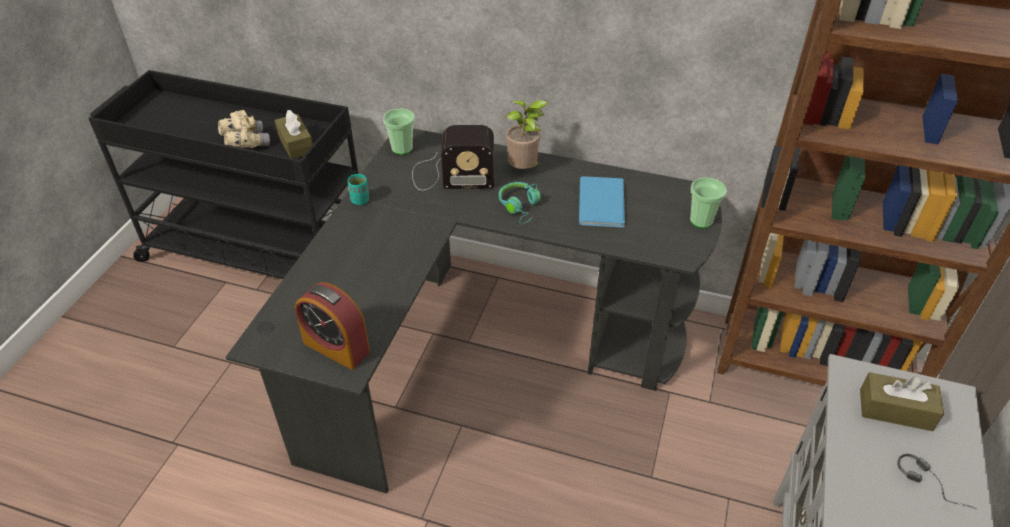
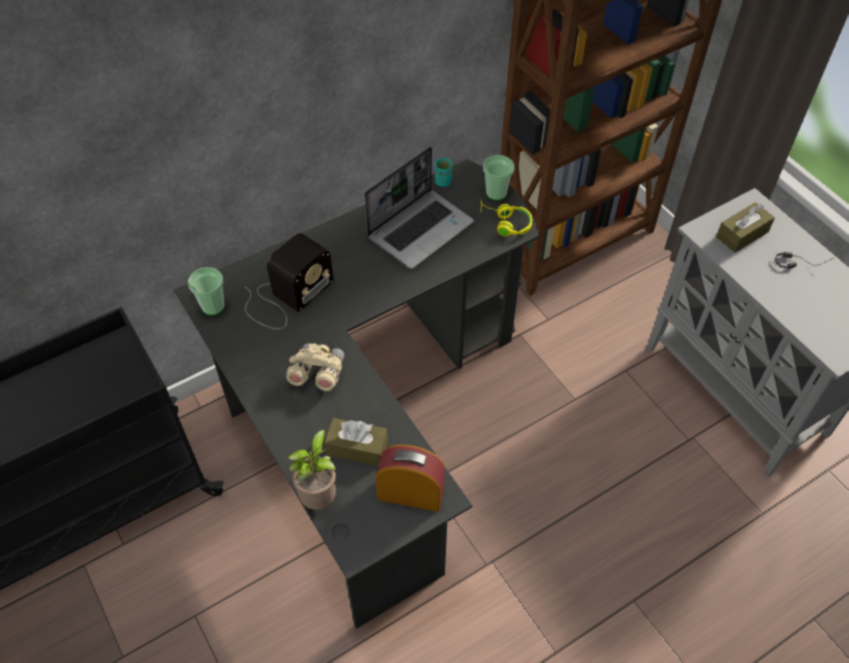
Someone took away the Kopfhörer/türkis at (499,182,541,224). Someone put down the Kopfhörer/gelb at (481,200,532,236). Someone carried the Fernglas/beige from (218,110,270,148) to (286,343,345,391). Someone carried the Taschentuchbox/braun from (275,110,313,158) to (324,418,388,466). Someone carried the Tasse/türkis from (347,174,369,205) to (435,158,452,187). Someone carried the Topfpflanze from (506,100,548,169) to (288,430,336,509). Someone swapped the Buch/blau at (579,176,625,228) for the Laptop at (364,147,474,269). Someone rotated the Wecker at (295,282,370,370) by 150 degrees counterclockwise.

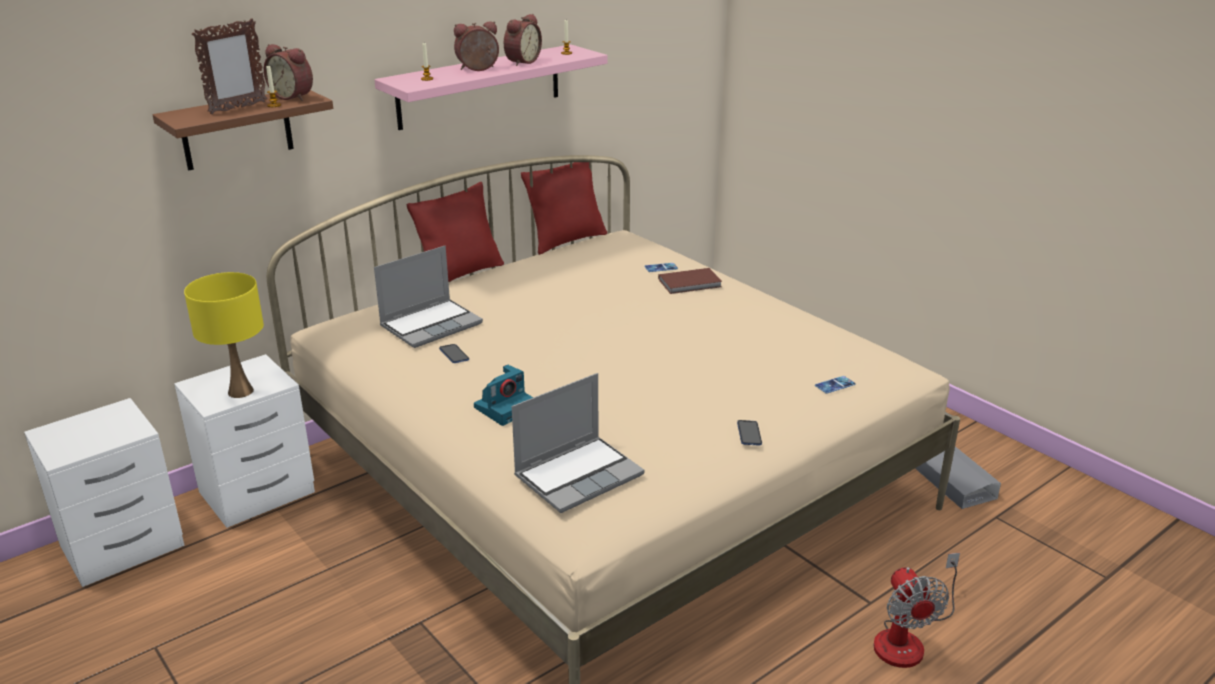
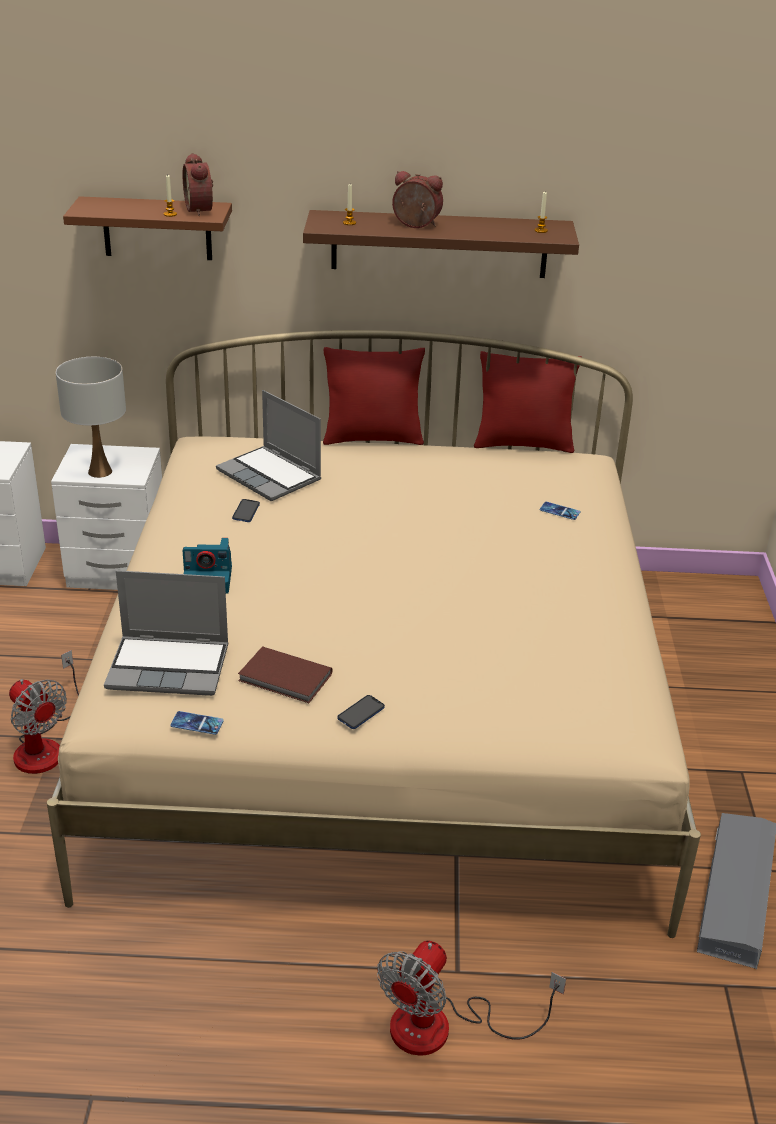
Someone took away the Bilderrahmen at (192,19,267,114). Someone took away the Wecker at (504,14,542,66). Someone put down the Ventilator at (9,650,79,774). Someone carried the Buch/braun from (658,268,722,294) to (238,646,332,703). Someone carried the Handy from (815,376,856,394) to (170,711,224,735). Someone repainted the Tischlampe/gelb at (184,272,264,398), which became the Tischlampe/weiß at (56,357,126,478). Someone repainted the Wandregal/rosa at (374,44,607,130), which became the Wandregal/braun at (303,210,579,278). Someone rotated the Laptop at (374,246,483,348) by 45 degrees clockwise.

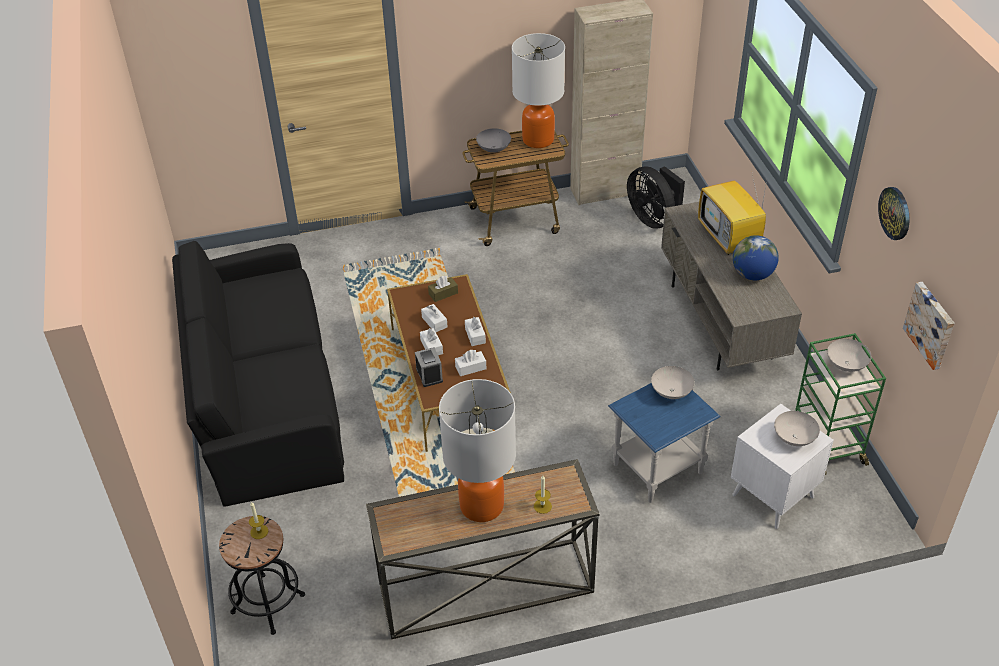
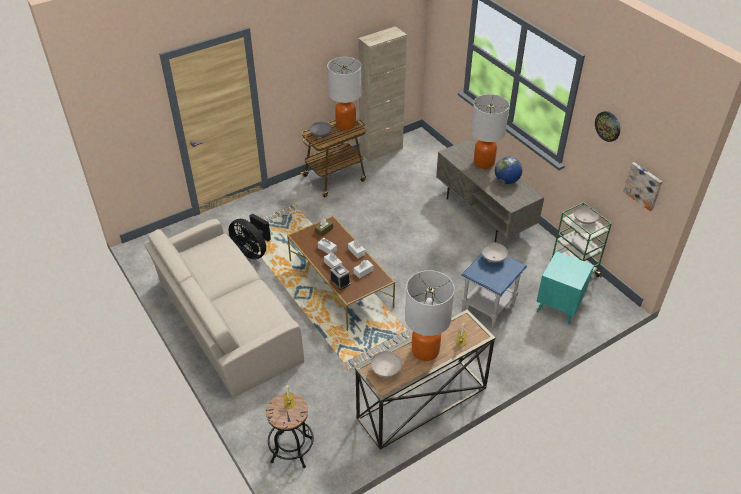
Someone carried the Ventilator/schwarz from (627,166,685,229) to (228,213,271,260). Someone carried the Schüssel/weiß from (774,411,820,446) to (371,351,402,377). Someone swapped the Fernseher at (698,174,767,255) for the Tischlampe at (471,94,509,169). Someone repainted the Sofa/schwarz at (172,241,344,507), which became the Sofa/beige at (144,219,304,397). Someone repainted the Beistelltisch/weiß at (731,404,834,529), which became the Beistelltisch/türkis at (536,251,594,325).

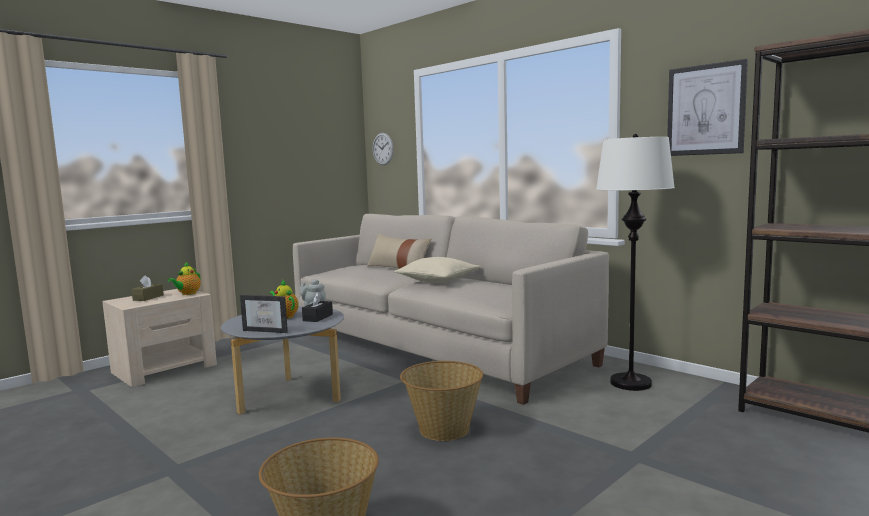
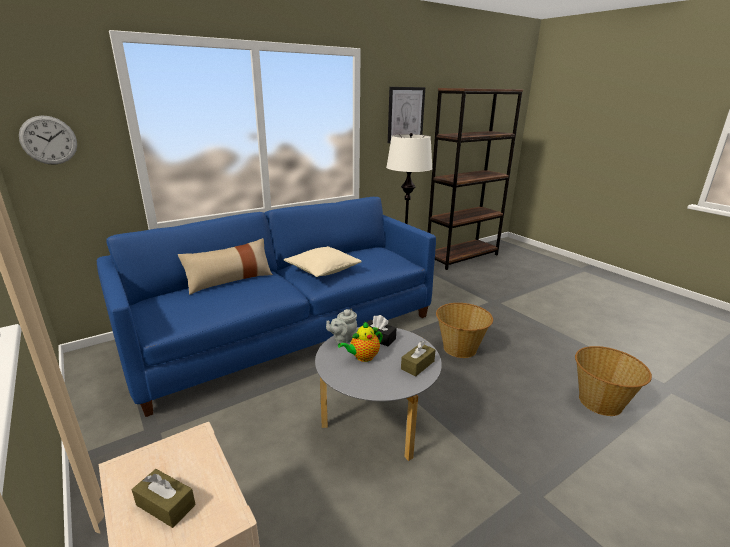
Someone took away the Teekanne at (168,262,201,295). Someone swapped the Bilderrahmen at (240,295,288,333) for the Taschentuchbox/braun at (401,340,435,377). Someone repainted the Sofa/beige at (293,214,609,405), which became the Sofa/blau at (97,197,436,417).

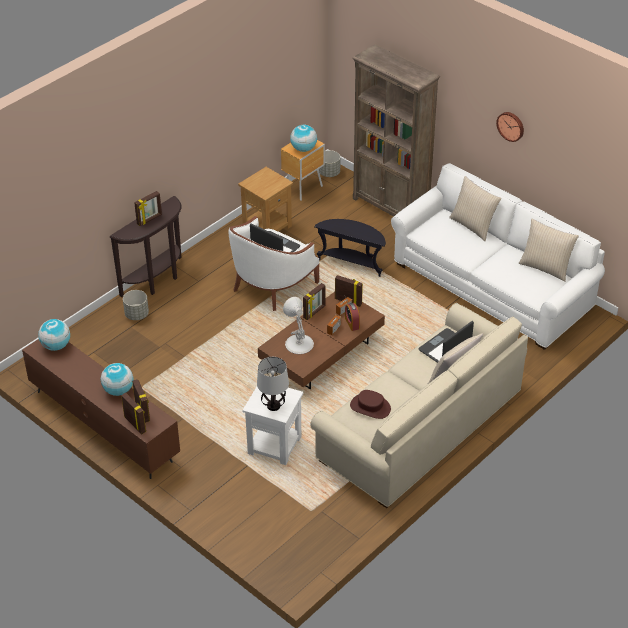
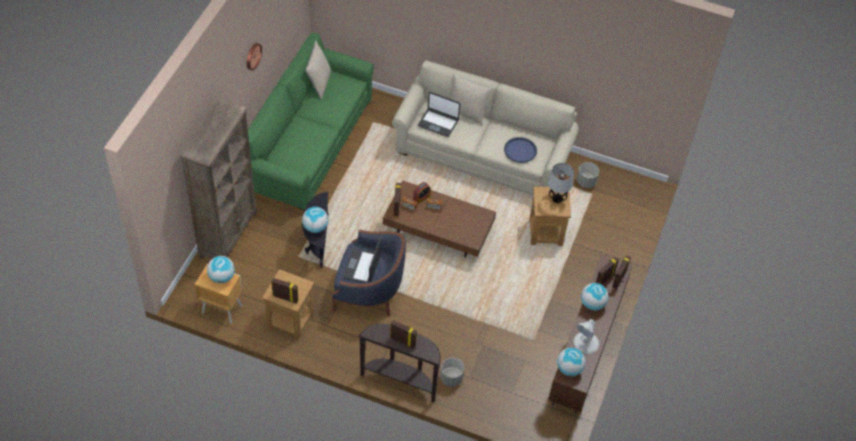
Someone took away the Kissen/beige at (449,176,501,241). Someone put down the Globus at (302,207,328,233). Someone carried the Tischlampe/weiß from (283,297,314,354) to (573,319,599,354). Someone carried the Bilderrahmen from (303,283,325,320) to (271,278,298,304). Someone carried the Pflanzkübel/grau from (319,150,340,177) to (577,162,599,188). Someone swapped the Hut/braun at (350,390,391,419) for the Tablett/blau at (504,137,537,163). Someone repainted the Sessel/weiß at (229,216,319,311), which became the Sessel/blau at (332,229,406,317). Someone repainted the Beistelltisch/weiß at (242,387,303,465), which became the Beistelltisch/braun at (529,186,571,246). Someone repainted the Sofa/weiß at (391,163,605,350), which became the Sofa/grün at (248,32,374,210).

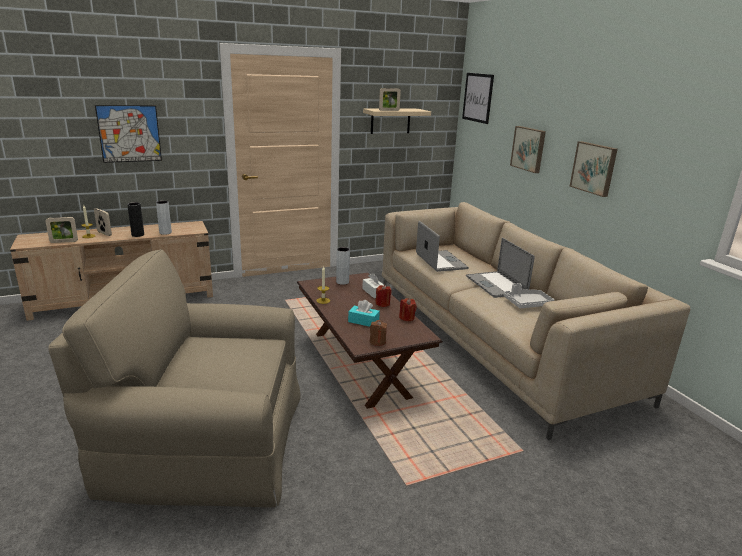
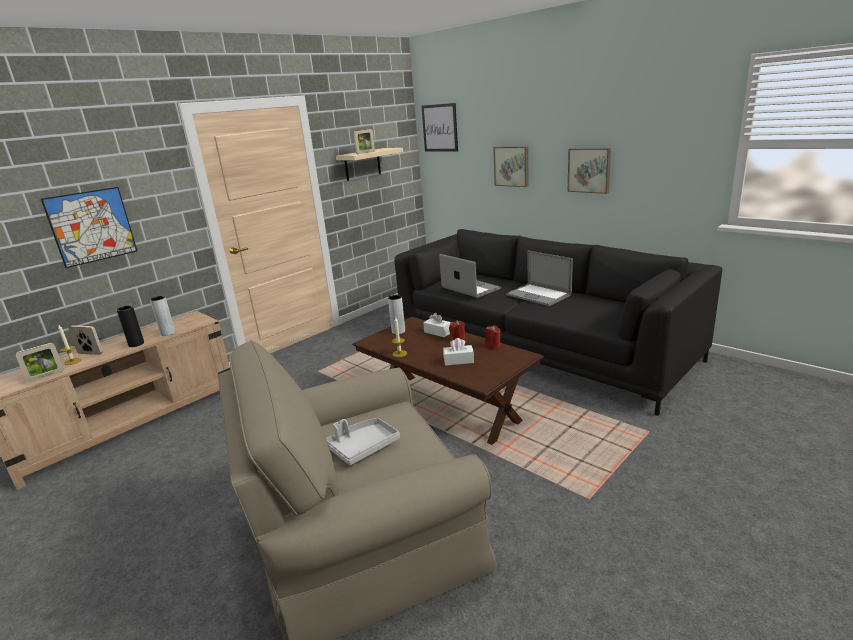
Someone took away the Kerze/braun at (370,320,387,346). Someone carried the Tablett/grau from (504,283,554,308) to (326,418,400,465). Someone repainted the Taschentuchbox/türkis at (348,300,380,327), which became the Taschentuchbox/weiß at (443,338,474,366). Someone repainted the Sofa/beige at (382,202,690,440), which became the Sofa/schwarz at (394,229,722,416).

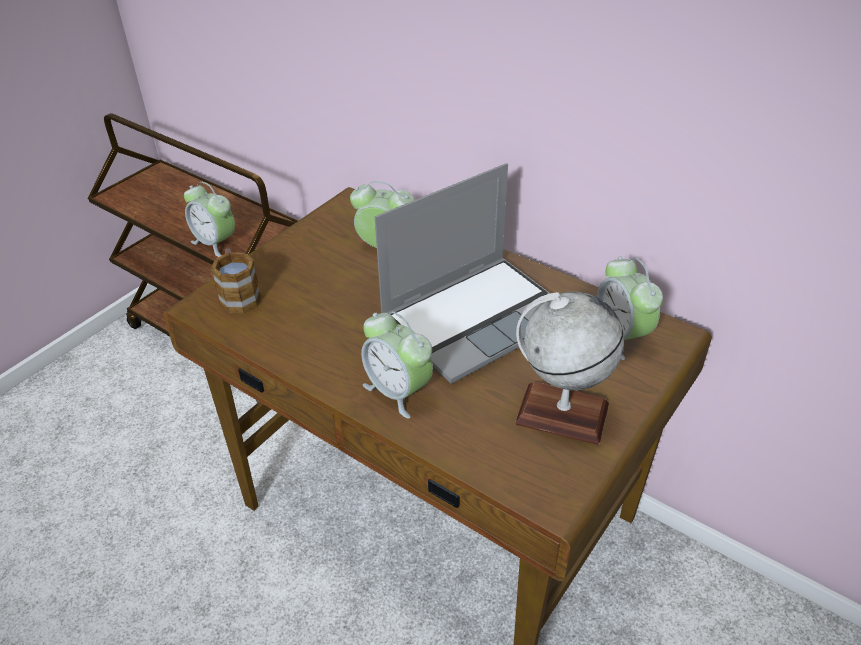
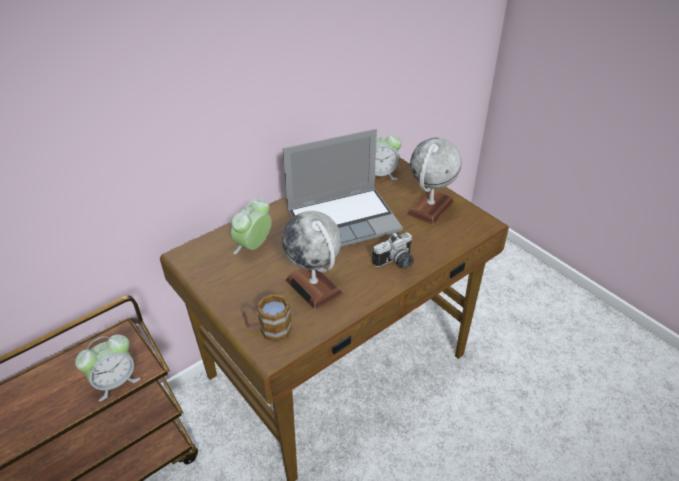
Someone put down the Globus at (282,211,343,309). Someone swapped the Wecker at (361,311,433,419) for the Kamera at (372,232,414,269). Someone rotated the Laptop at (375,163,551,384) by 90 degrees clockwise.

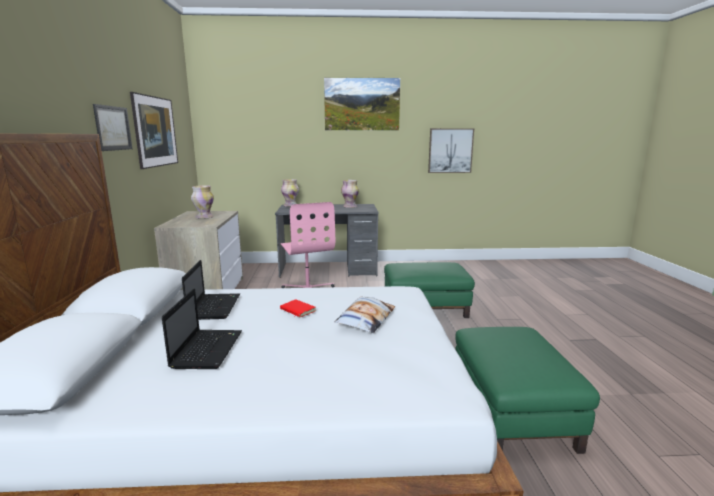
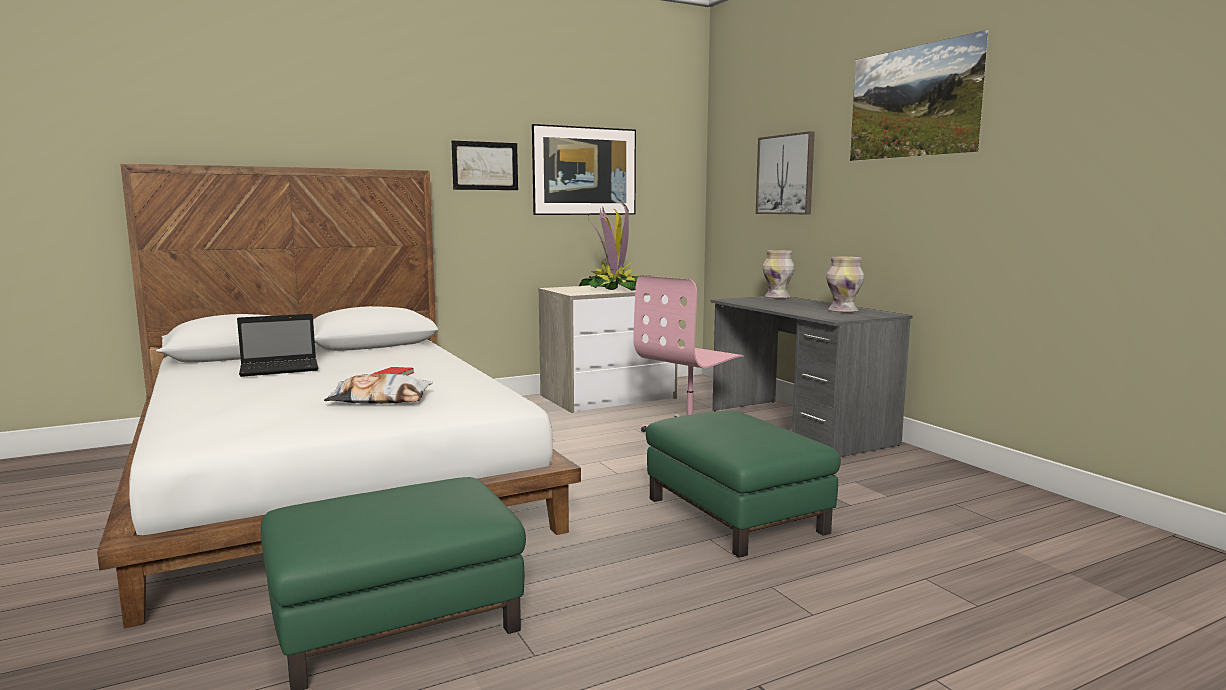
Someone took away the Laptop at (182,260,240,320). Someone carried the Bild from (428,128,474,173) to (756,131,815,214). Someone swapped the Vase at (191,185,214,219) for the Topfpflanze at (578,202,648,291).

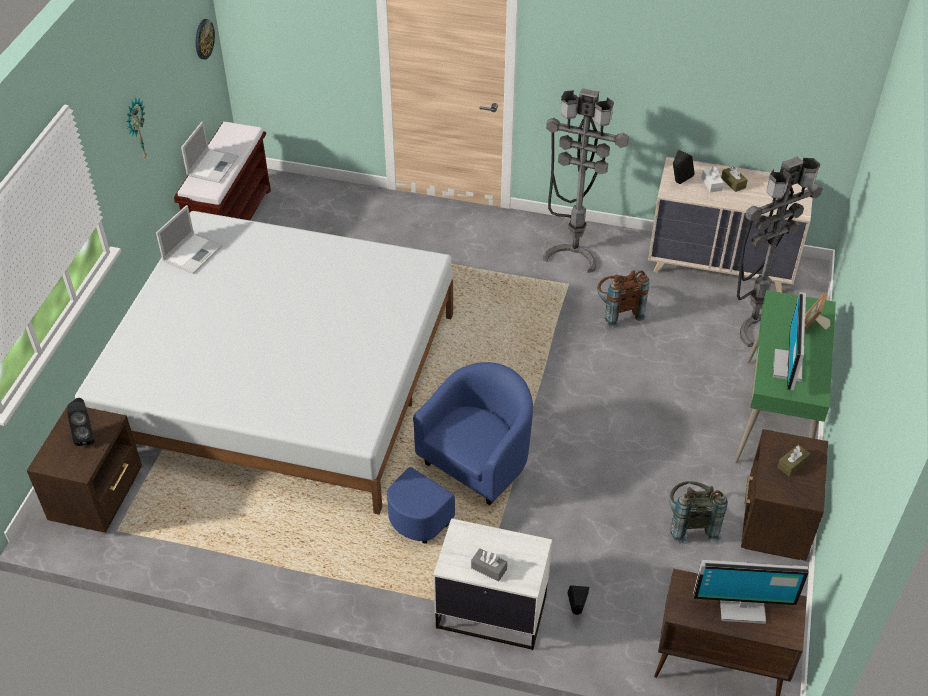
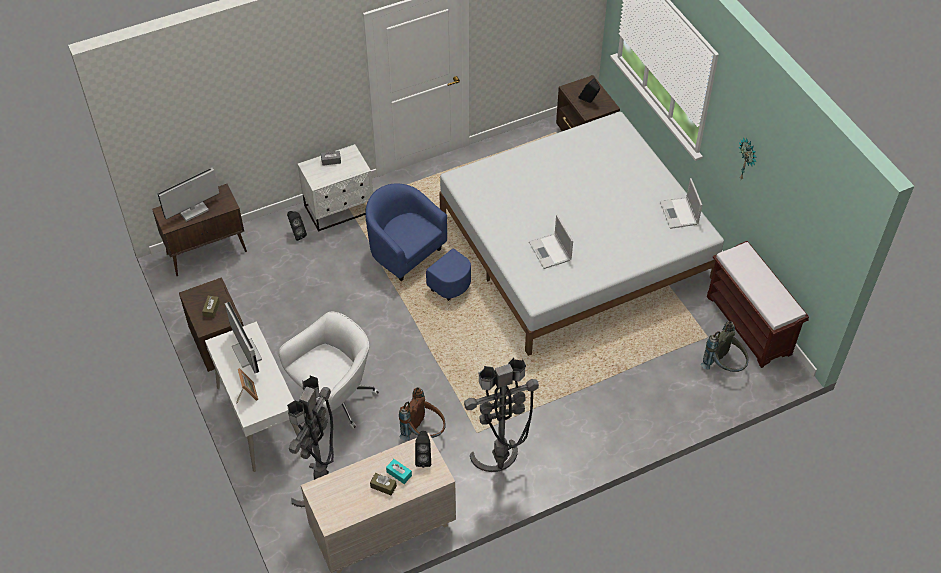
Someone took away the Wanduhr at (196,19,215,60). Someone put down the Bürostuhl/weiß at (279,312,379,429). Someone carried the Laptop from (181,121,239,183) to (529,215,573,269). Someone carried the Rucksack/grau from (669,481,728,544) to (701,321,748,372). Someone repainted the Taschentuchbox/weiß at (701,166,724,193), which became the Taschentuchbox/türkis at (386,459,412,484). Someone repainted the Schreibtisch/grün at (734,290,836,463), which became the Schreibtisch/weiß at (205,321,300,472). Someone rotated the Sessel/blau at (387,362,533,544) by 135 degrees clockwise.

